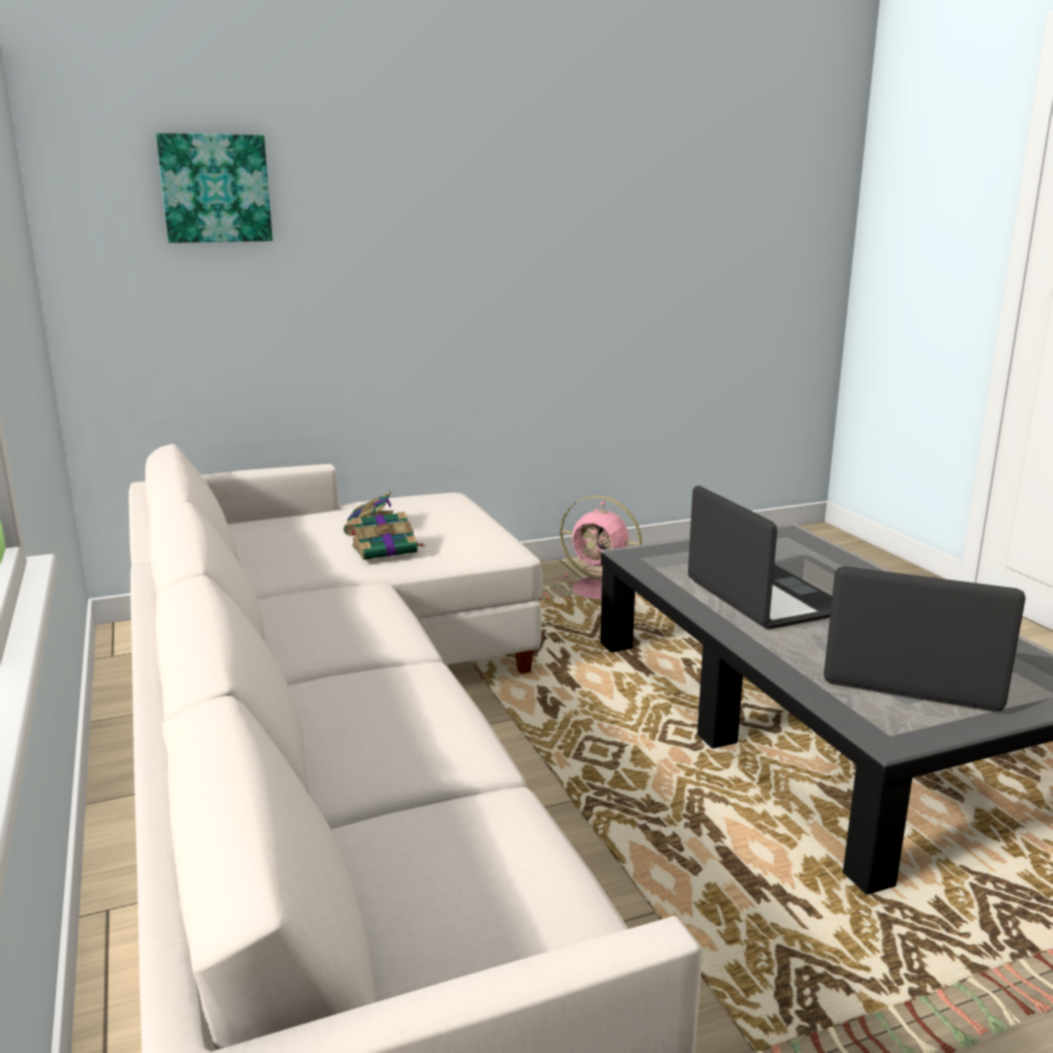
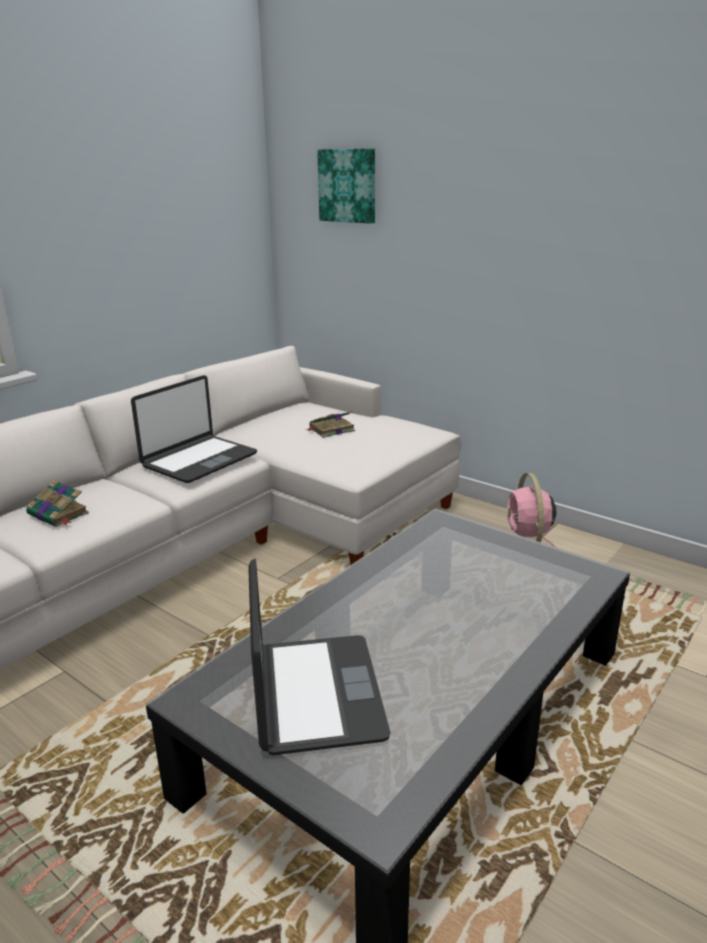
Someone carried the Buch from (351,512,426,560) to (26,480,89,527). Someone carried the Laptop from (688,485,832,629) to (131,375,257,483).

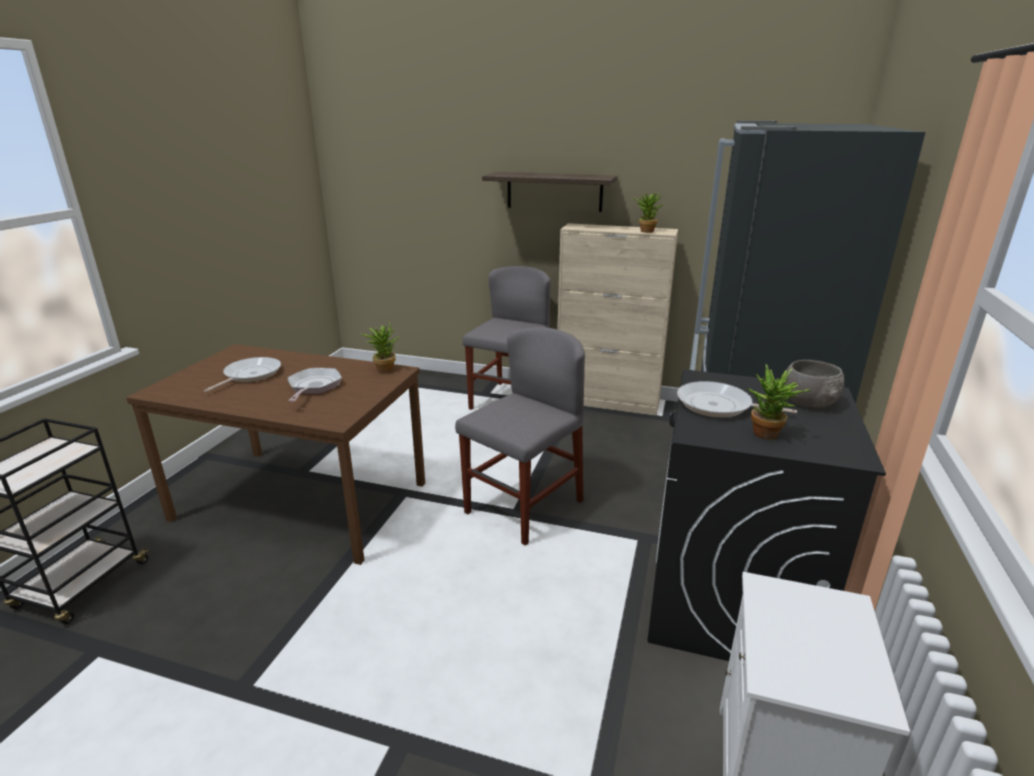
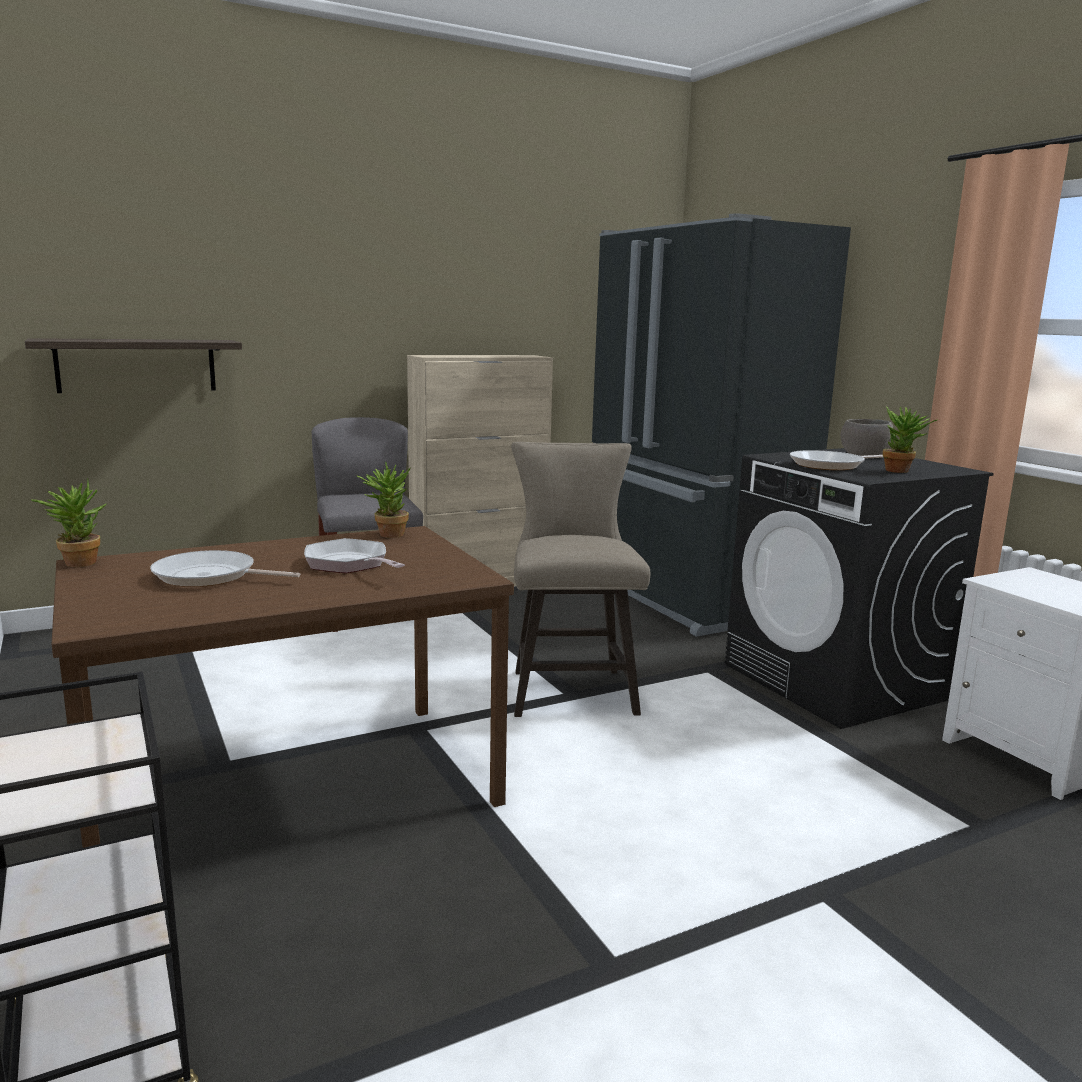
Someone carried the Wandregal from (482,172,617,212) to (25,338,242,393). Someone carried the Topfpflanze from (633,191,663,233) to (31,479,106,567). Someone swapped the Stuhl/grau at (455,327,585,546) for the Hocker/beige at (511,442,650,717). Someone rotated the Pfanne at (203,357,281,392) by 60 degrees counterclockwise.

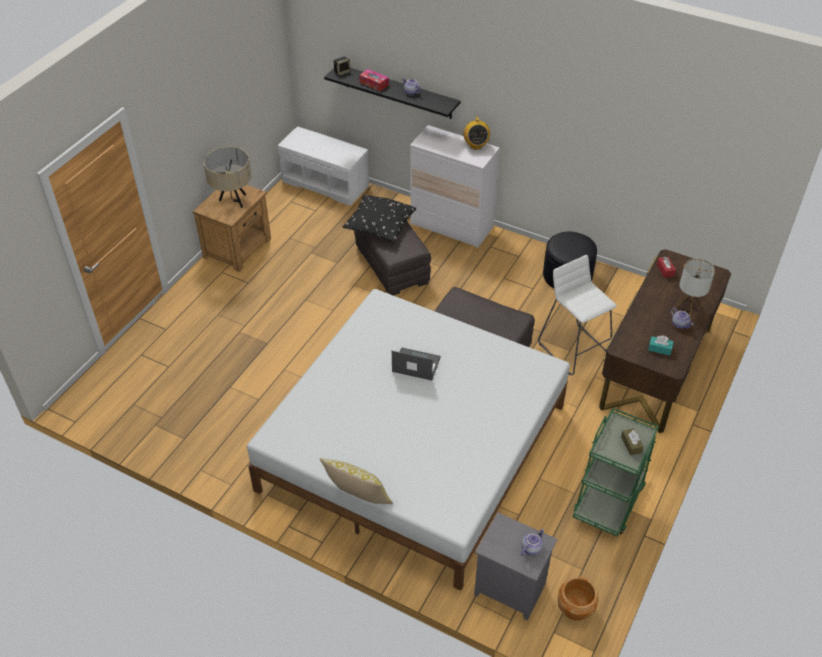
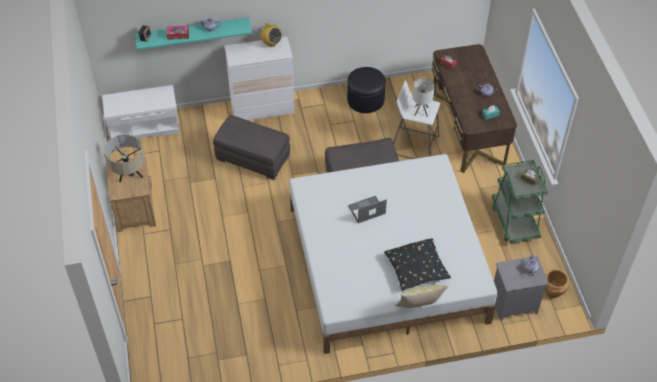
Someone carried the Kissen/schwarz from (343,195,416,242) to (384,239,451,291). Someone carried the Tischlampe from (675,258,715,317) to (412,78,435,117). Someone repainted the Wandregal/schwarz at (324,68,460,119), which became the Wandregal/türkis at (135,17,252,50).

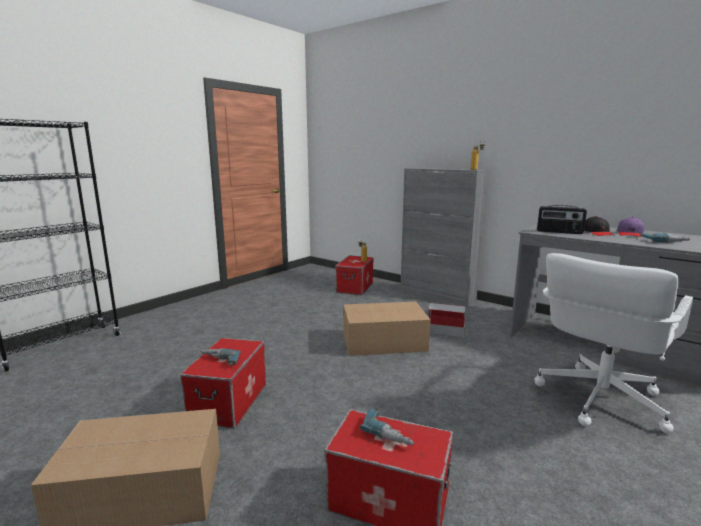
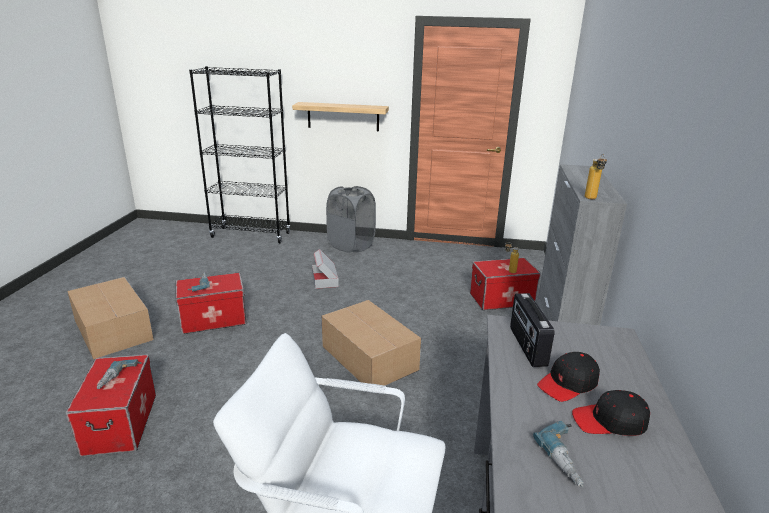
Someone put up the Wandregal at (292,102,389,131). Someone put down the Wäschekorb/grau at (326,186,376,253). Someone carried the Karton from (429,303,466,337) to (312,249,339,289). Someone repainted the Kappe/lila at (617,217,644,237), which became the Kappe/schwarz at (572,390,650,436).

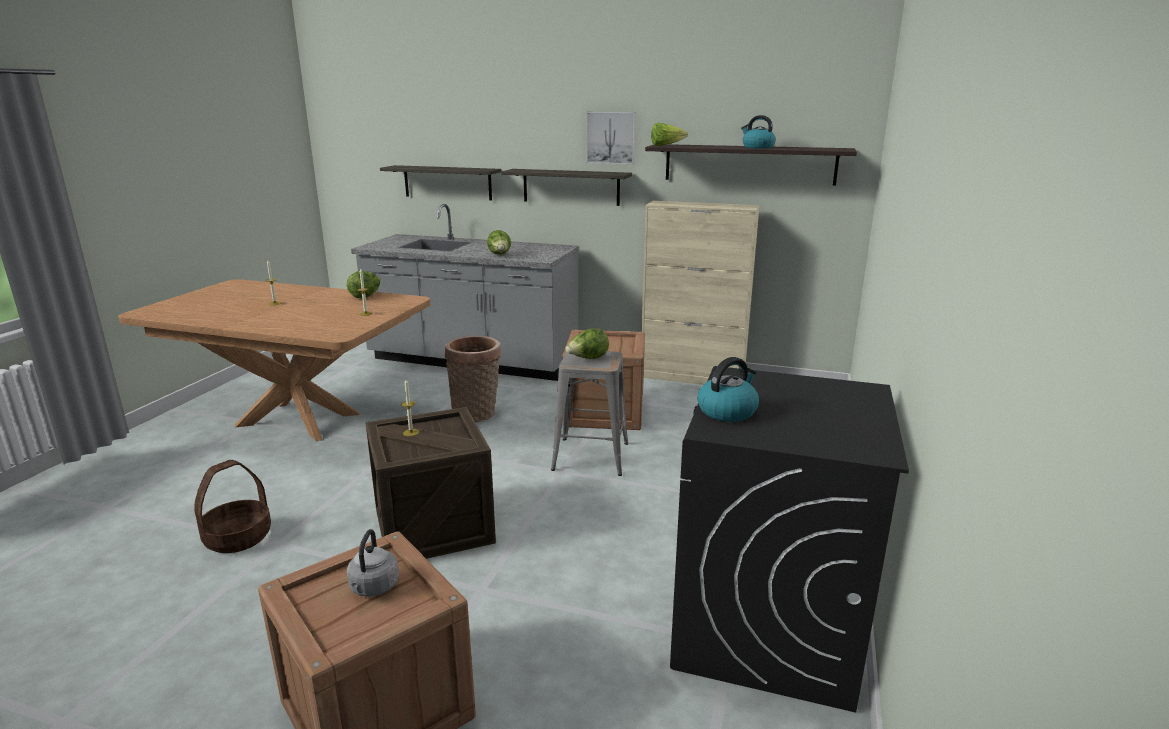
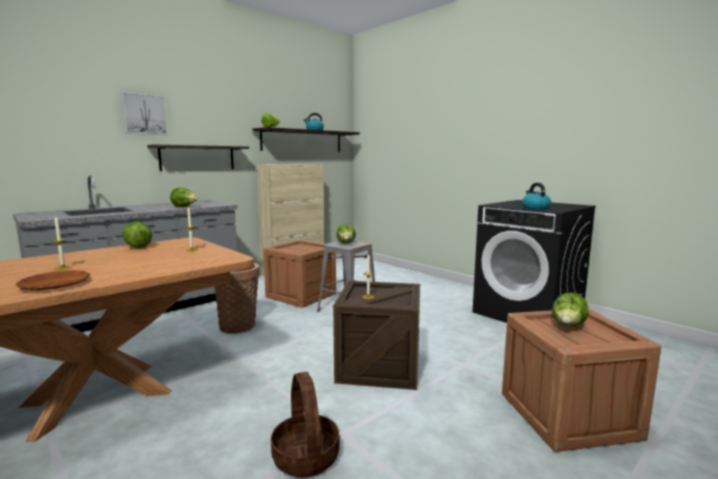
Someone took away the Wandregal at (380,165,501,200). Someone put down the Teller/braun at (15,270,90,290). Someone carried the Bild from (586,112,636,165) to (121,93,168,135). Someone swapped the Wasserkessel/grau at (347,529,399,597) for the Salatkopf at (552,293,589,326).

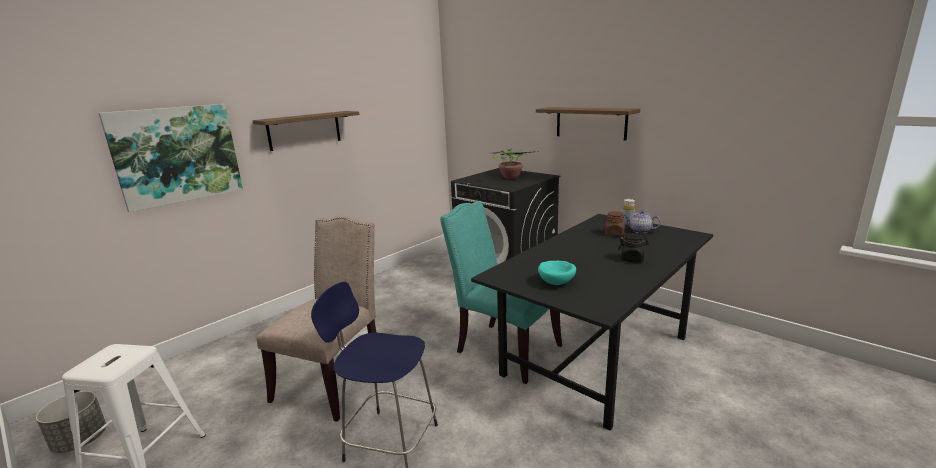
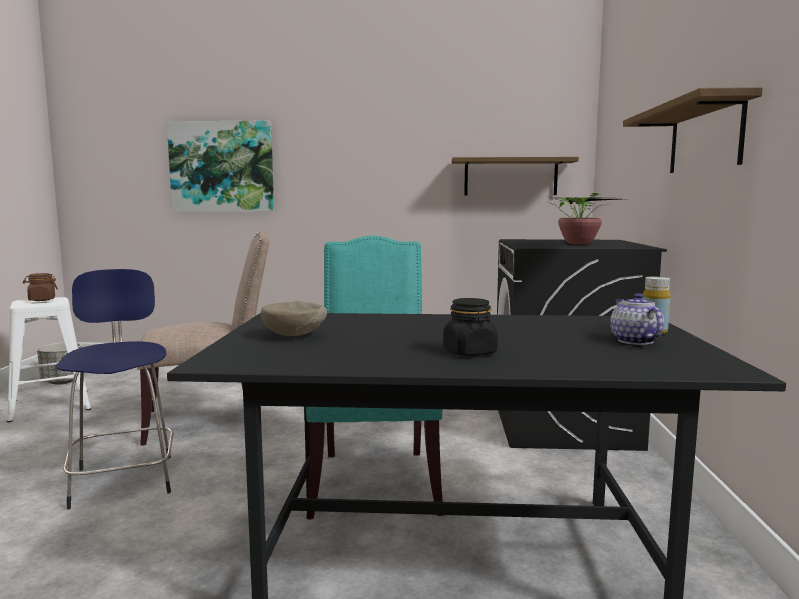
Someone carried the Wandregal from (253,111,359,151) to (452,157,579,195). Someone carried the Vorratsglas/braun from (605,211,625,236) to (23,273,58,301). Someone repainted the Schüssel/türkis at (538,261,576,285), which became the Schüssel/beige at (261,301,327,336).

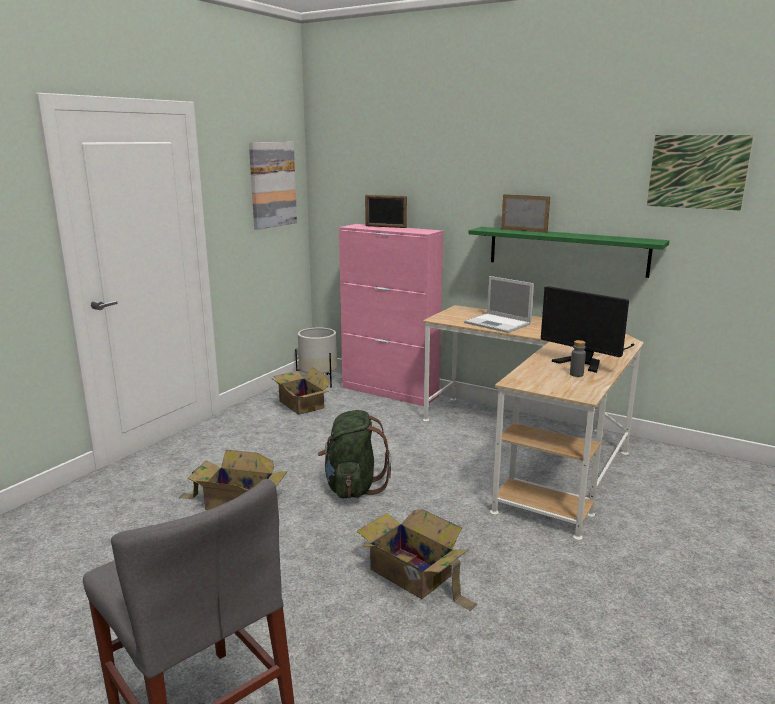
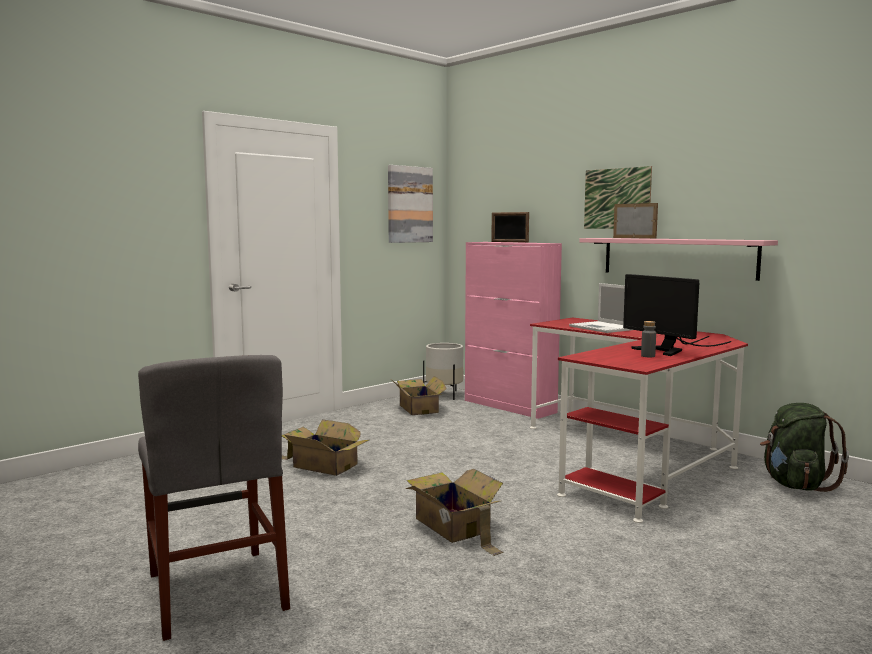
Someone carried the Rucksack/grün from (318,410,391,499) to (760,403,849,492). Someone carried the Bild from (647,135,753,211) to (584,166,652,229). Someone repainted the Schreibtisch/beige at (423,305,644,540), which became the Schreibtisch/rot at (530,317,748,523). Someone repainted the Wandregal/grün at (469,227,669,278), which became the Wandregal/rosa at (579,238,778,281).

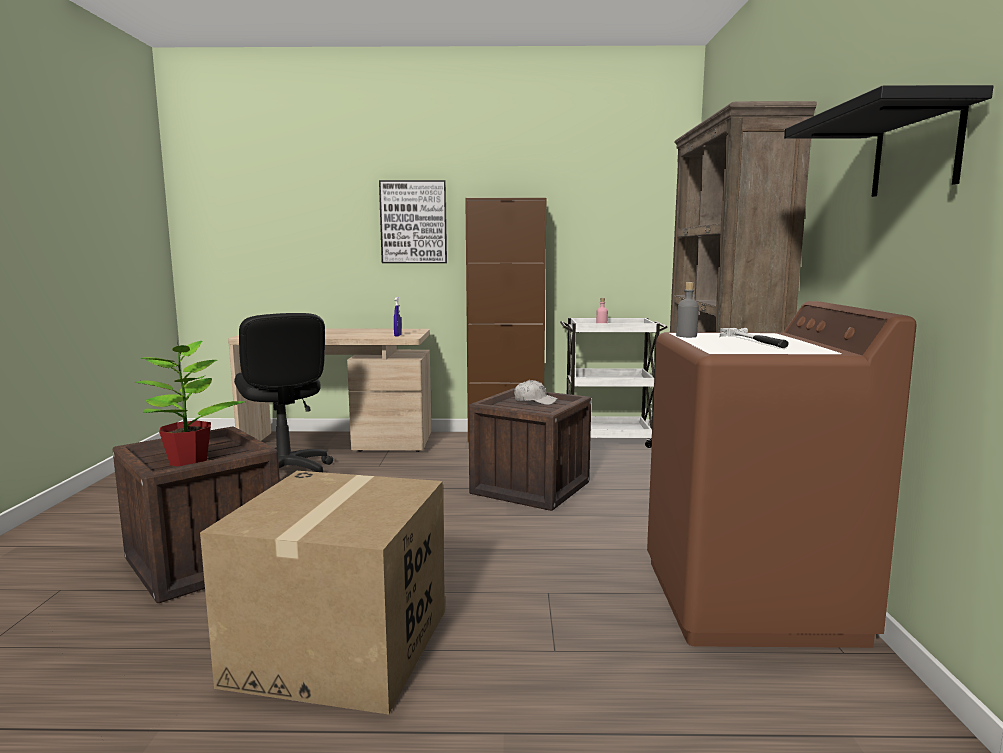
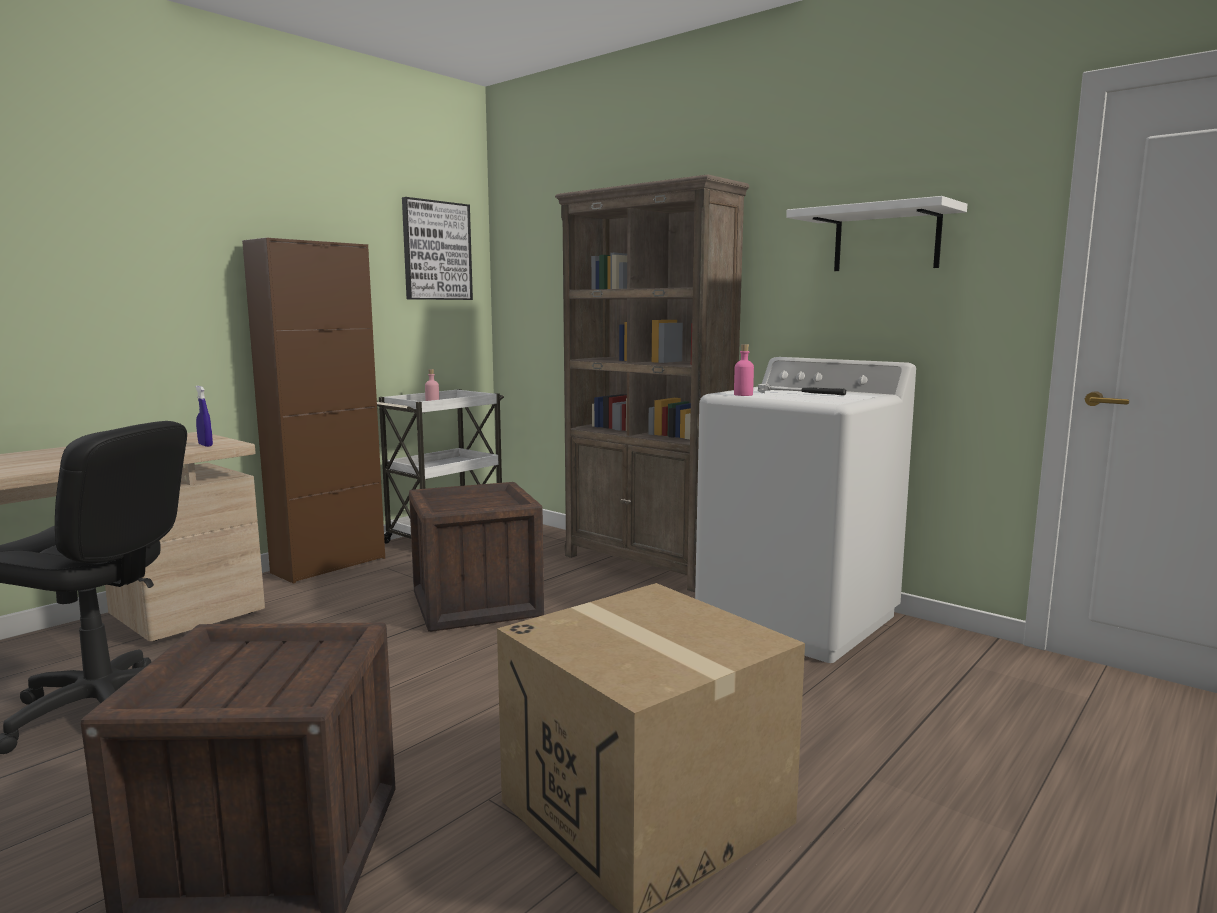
Someone took away the Topfpflanze at (135,337,245,467). Someone took away the Kappe/weiß at (514,380,558,405). Someone carried the Bild from (379,180,447,263) to (402,197,473,300). Someone repainted the Waschmaschine/braun at (647,301,916,648), which became the Waschmaschine/weiß at (695,357,916,663). Someone repainted the Flasche/grau at (676,282,699,337), which became the Flasche/rosa at (734,344,754,396). Someone repainted the Wandregal/schwarz at (784,85,993,197), which became the Wandregal/weiß at (786,196,967,271).

